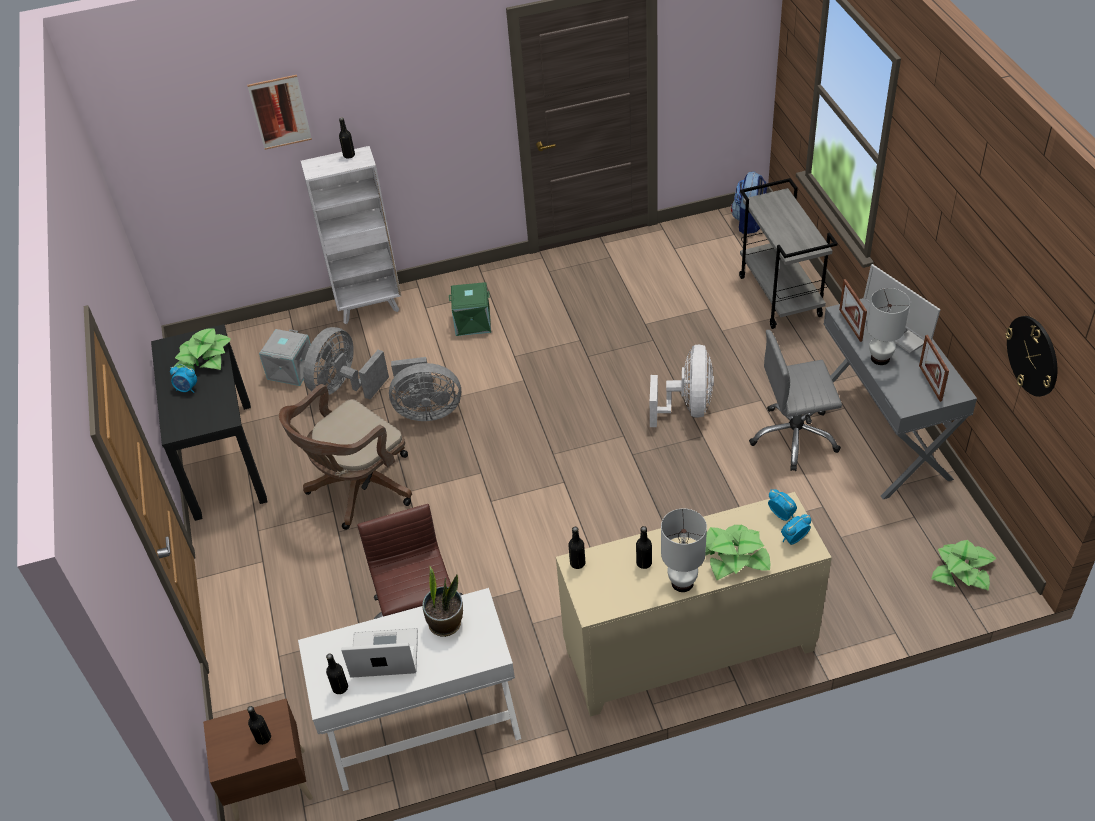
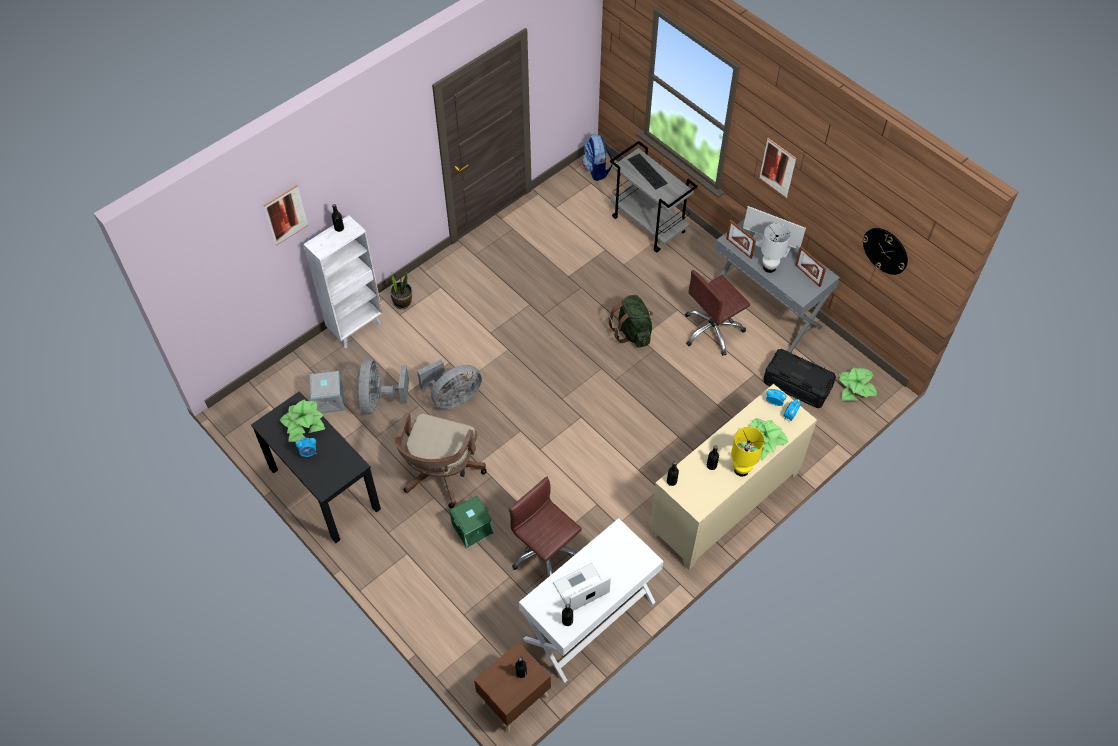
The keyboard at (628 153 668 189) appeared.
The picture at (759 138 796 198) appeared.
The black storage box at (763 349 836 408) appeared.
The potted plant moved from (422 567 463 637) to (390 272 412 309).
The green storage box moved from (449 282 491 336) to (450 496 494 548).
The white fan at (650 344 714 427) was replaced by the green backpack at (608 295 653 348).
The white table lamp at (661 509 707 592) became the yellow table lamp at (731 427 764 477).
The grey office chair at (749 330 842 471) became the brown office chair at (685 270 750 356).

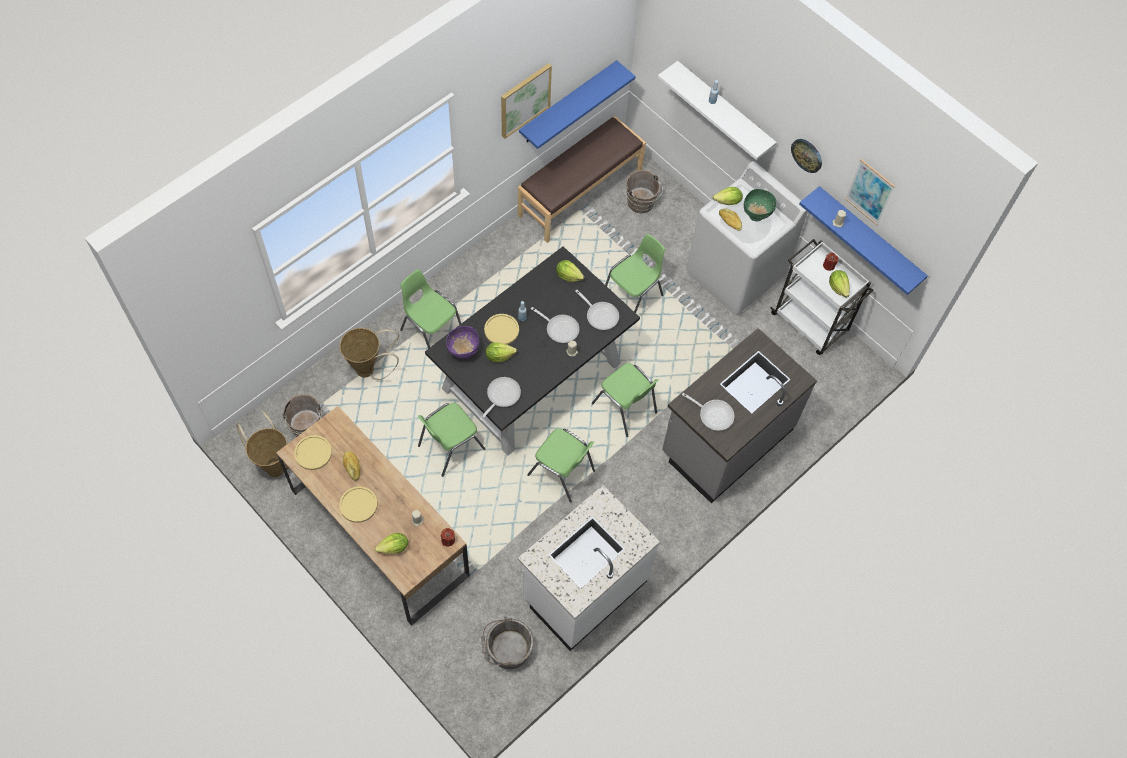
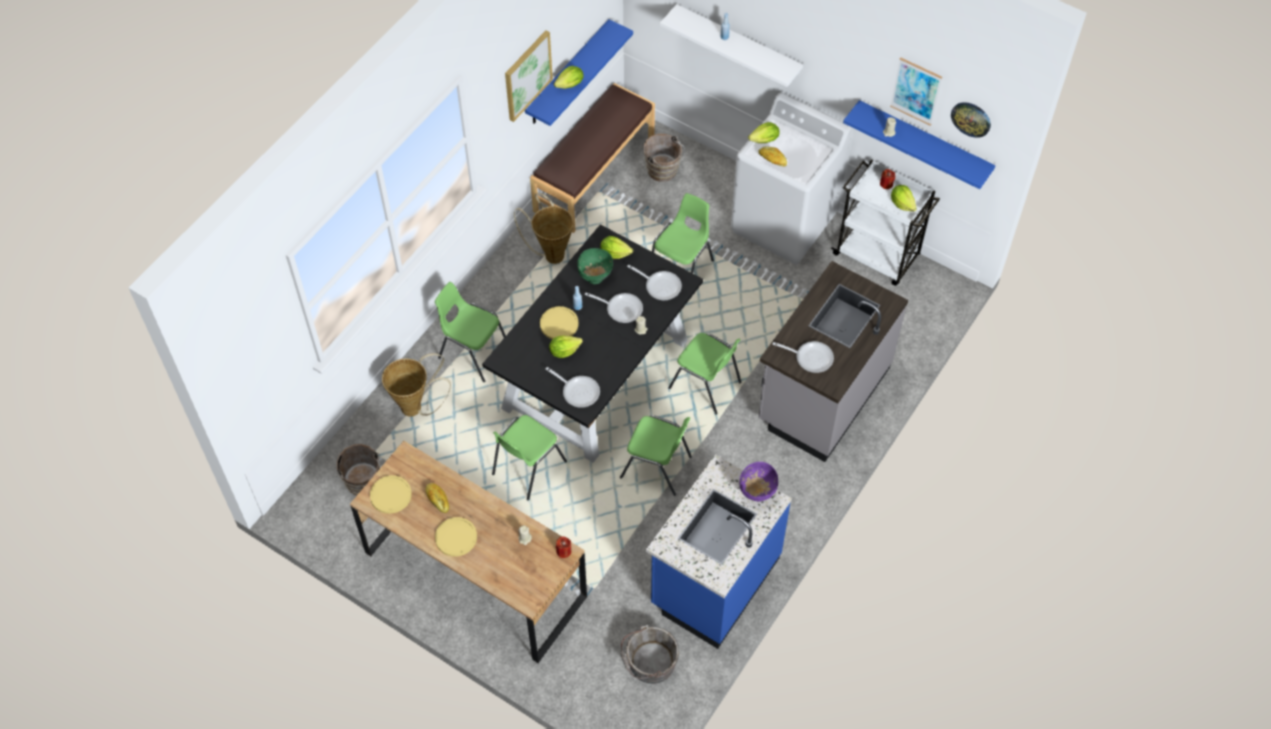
The basket moved from (236 411 287 477) to (514 193 574 264).
The lettuce moved from (375 533 408 554) to (554 66 584 89).
The purple bowl moved from (446 326 480 359) to (739 462 778 501).
The green bowl moved from (744 189 776 221) to (577 248 613 284).
The wall clock moved from (791 139 822 173) to (951 102 991 138).
The white counter at (518 485 660 651) became the blue counter at (646 455 792 649).
The frying pan at (480 377 521 421) turned 105 degrees clockwise.

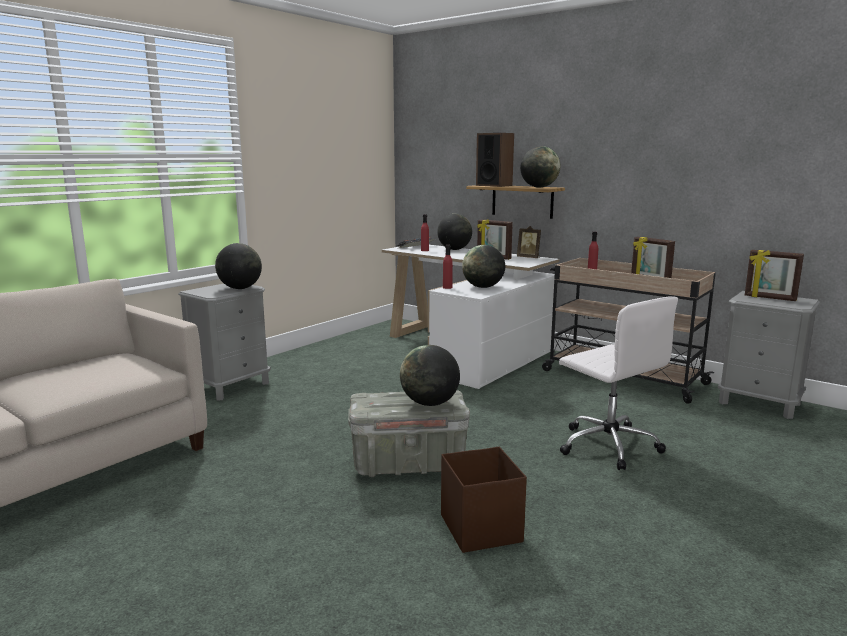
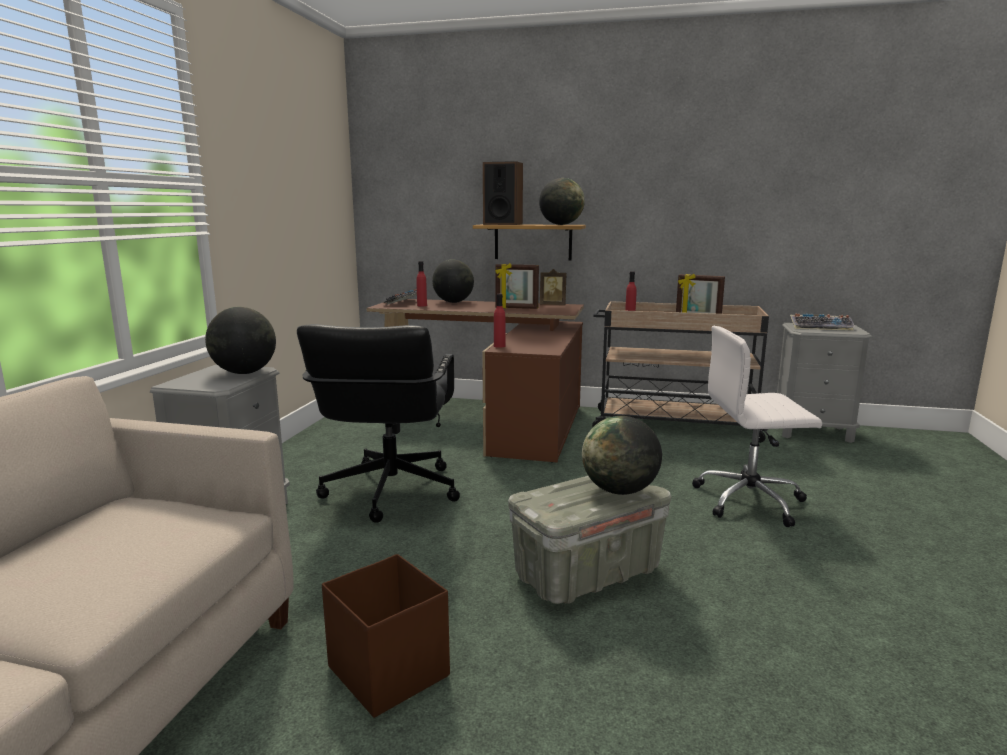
The globe at (462 245 505 288) disappeared.
The black office chair at (297 324 460 523) appeared.
The brown storage box moved from (441 447 527 553) to (322 554 450 718).
The picture frame at (745 250 804 301) was replaced by the keyboard at (790 313 855 331).
The white desk at (382 245 559 389) became the brown desk at (367 299 584 462).
The white office chair at (559 297 678 470) turned 150 degrees clockwise.

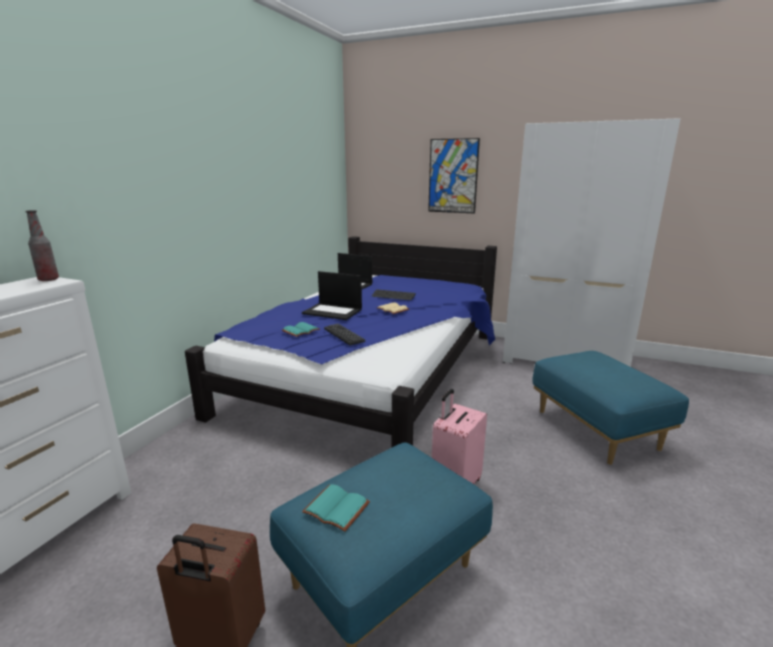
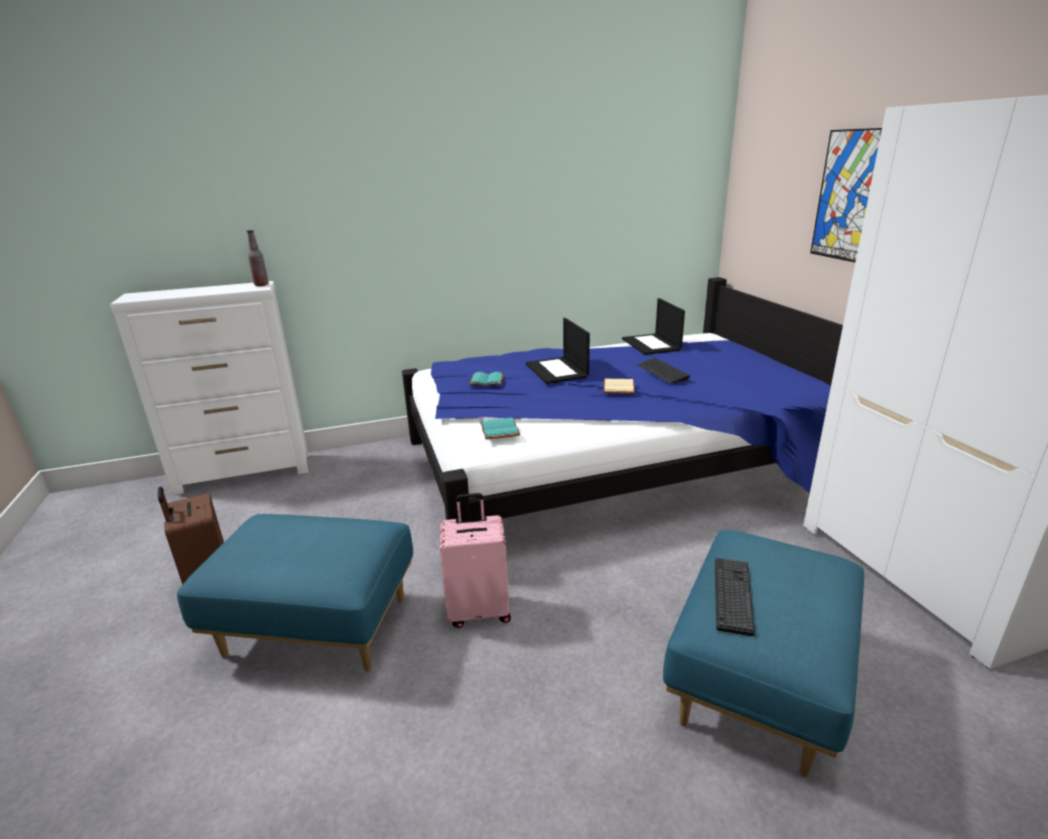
The turquoise book moved from (302 484 370 532) to (480 418 520 439).
The keyboard moved from (324 324 365 345) to (715 558 755 636).

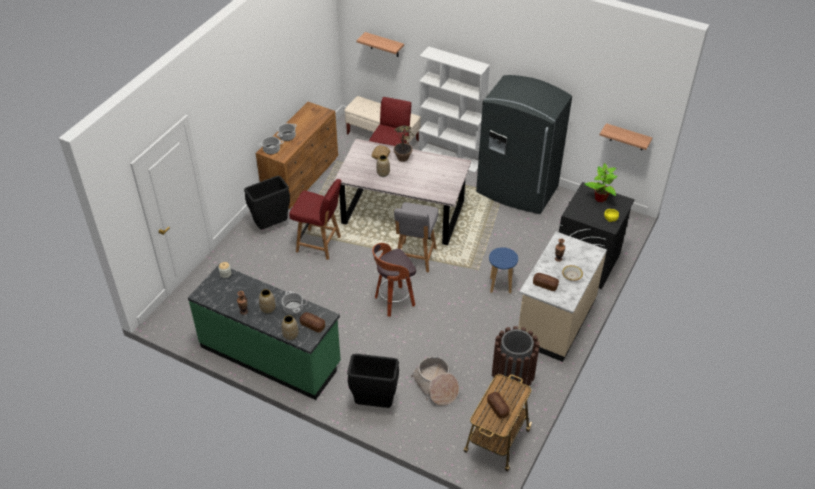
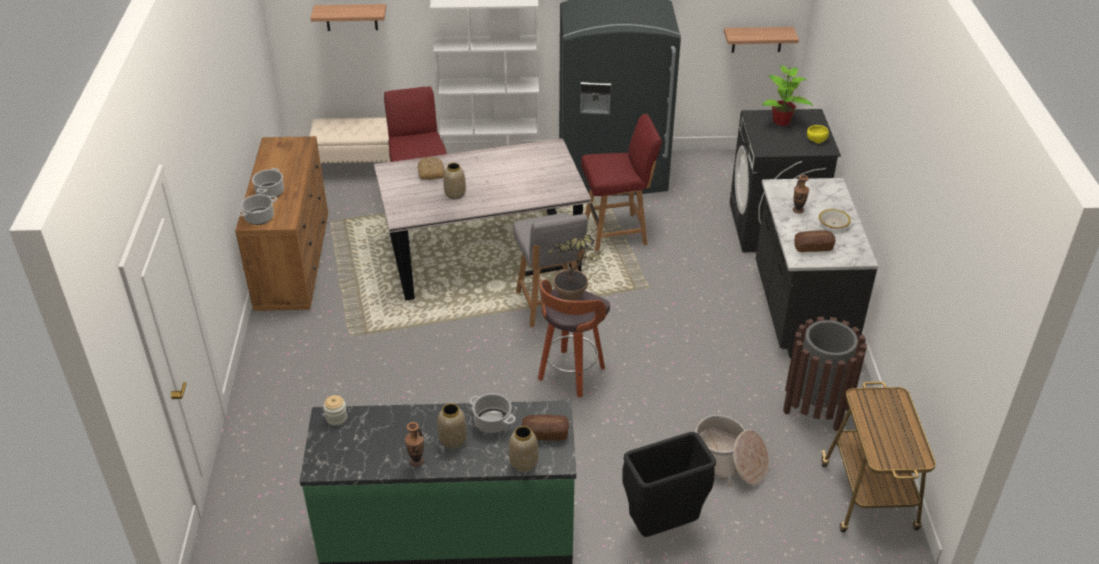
The black trash can at (244 176 290 230) disappeared.
The bread at (487 392 510 419) disappeared.
The blue stool at (489 247 518 294) disappeared.
The red chair moved from (289 179 341 260) to (581 114 662 251).
The potted plant moved from (394 125 414 162) to (548 235 603 301).
The beige counter at (518 232 607 362) became the black counter at (756 178 878 359).

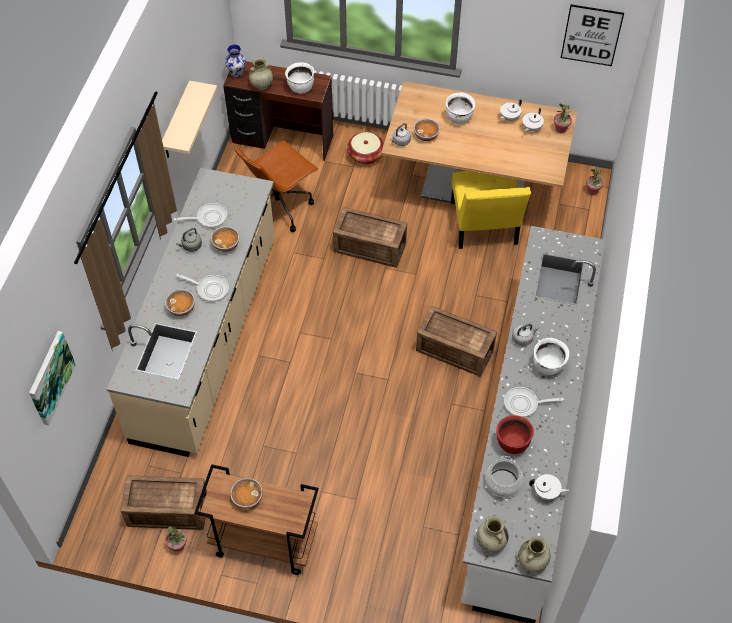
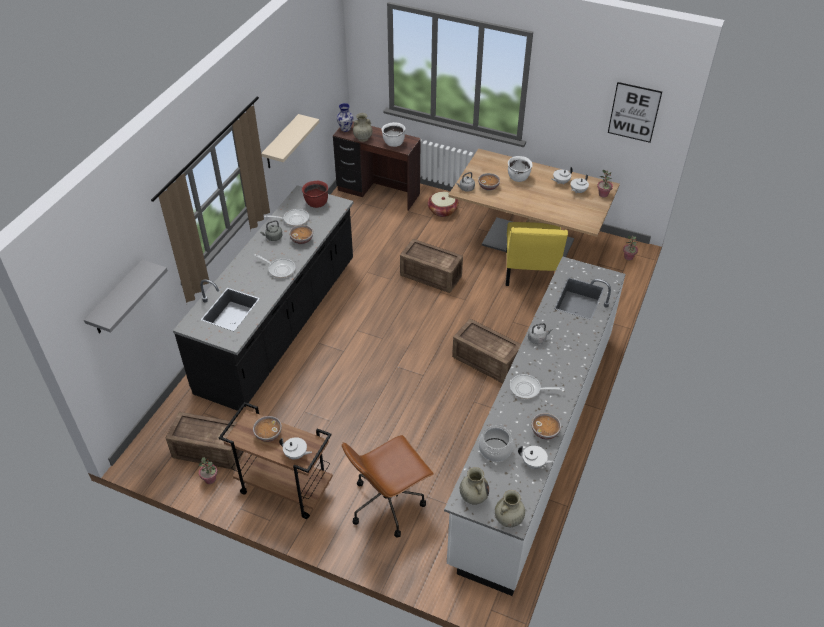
The white cooking pot at (533 338 569 375) disappeared.
The white teapot at (279 437 312 459) appeared.
The bowl moved from (165 289 195 316) to (531 413 561 440).
The brown office chair moved from (234 141 318 232) to (342 435 434 538).
The red cooking pot moved from (496 415 534 454) to (302 181 328 208).
The picture at (29 331 76 426) was replaced by the grey shelf at (84 260 168 334).
The beige counter at (107 168 275 457) became the black counter at (173 185 354 411).

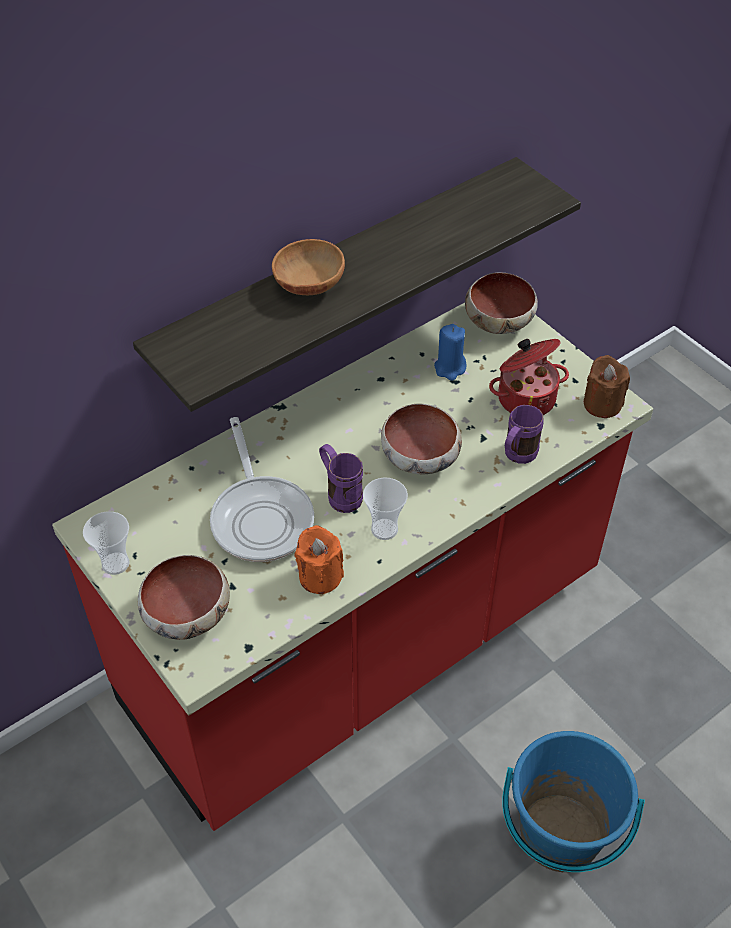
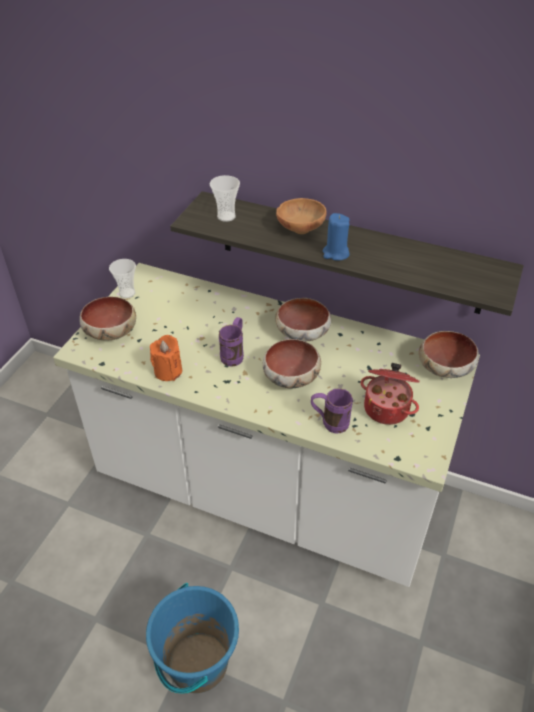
The frying pan at (210 417 314 562) disappeared.
The brown candle at (584 355 630 418) disappeared.
The bowl at (275 298 331 342) appeared.
The cup moved from (363 478 408 540) to (210 175 240 222).
The blue candle moved from (434 324 467 381) to (323 213 350 261).
The red counter at (52 303 653 831) became the white counter at (53 263 480 587).

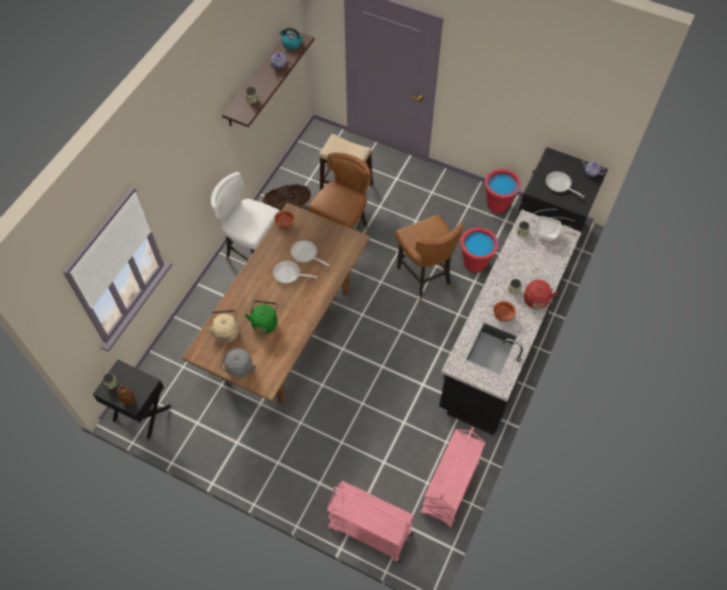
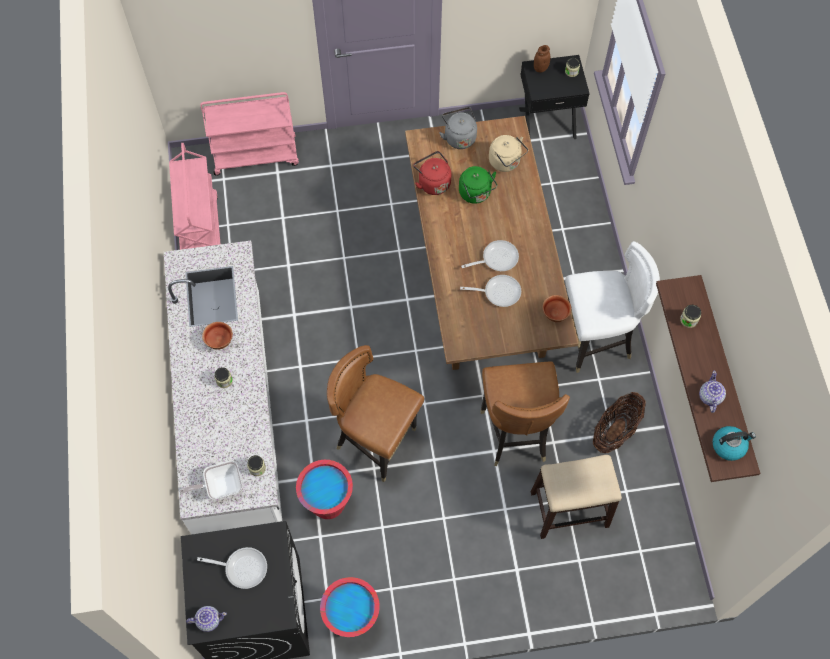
The red kettle moved from (524 280 558 309) to (413 151 451 195).
The black counter at (439 209 581 435) became the white counter at (164 241 282 535).

